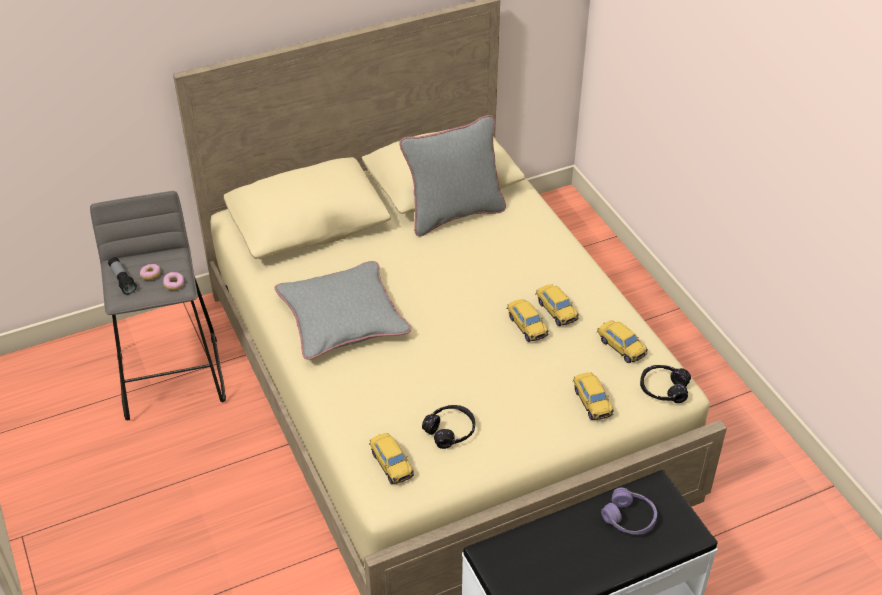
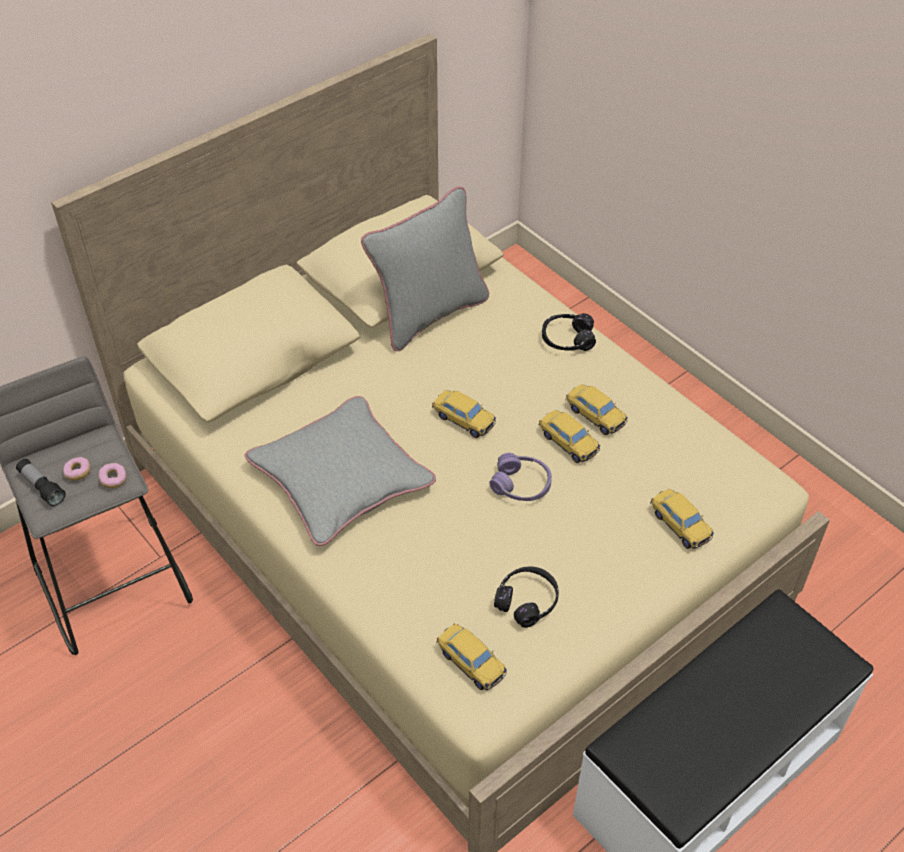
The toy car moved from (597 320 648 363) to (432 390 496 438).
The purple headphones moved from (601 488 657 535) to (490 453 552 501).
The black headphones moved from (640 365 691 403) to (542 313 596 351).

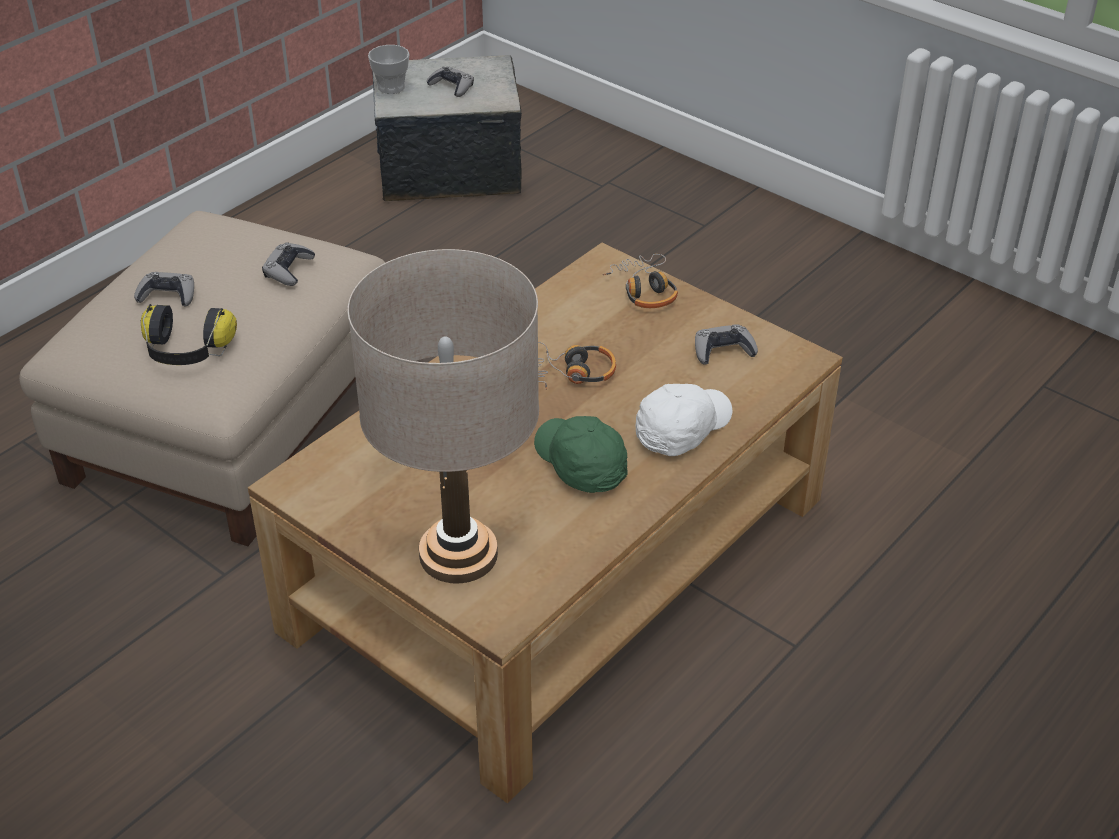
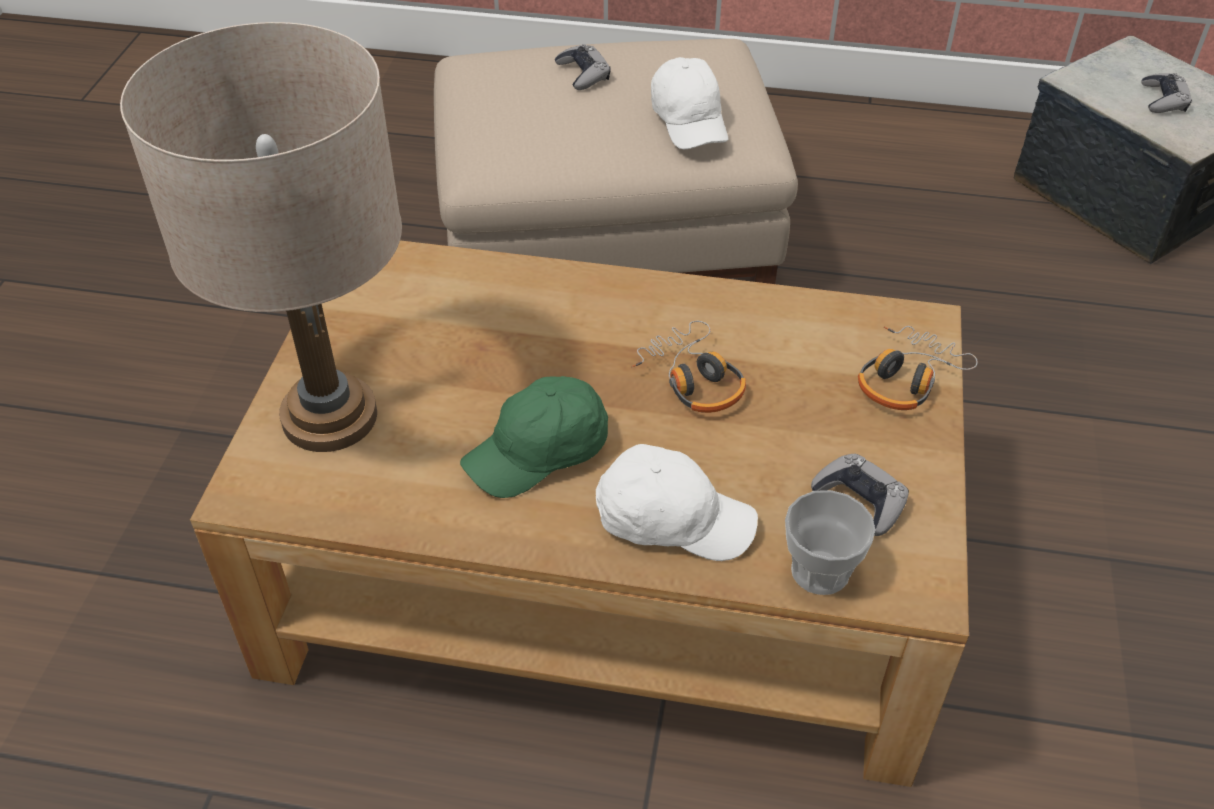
The headphones at (141 304 237 365) disappeared.
The cup moved from (368 45 410 94) to (785 490 876 595).
The grey game controller at (262 242 315 286) was replaced by the white cap at (651 57 728 149).
The green cap at (534 416 628 493) turned 150 degrees counterclockwise.

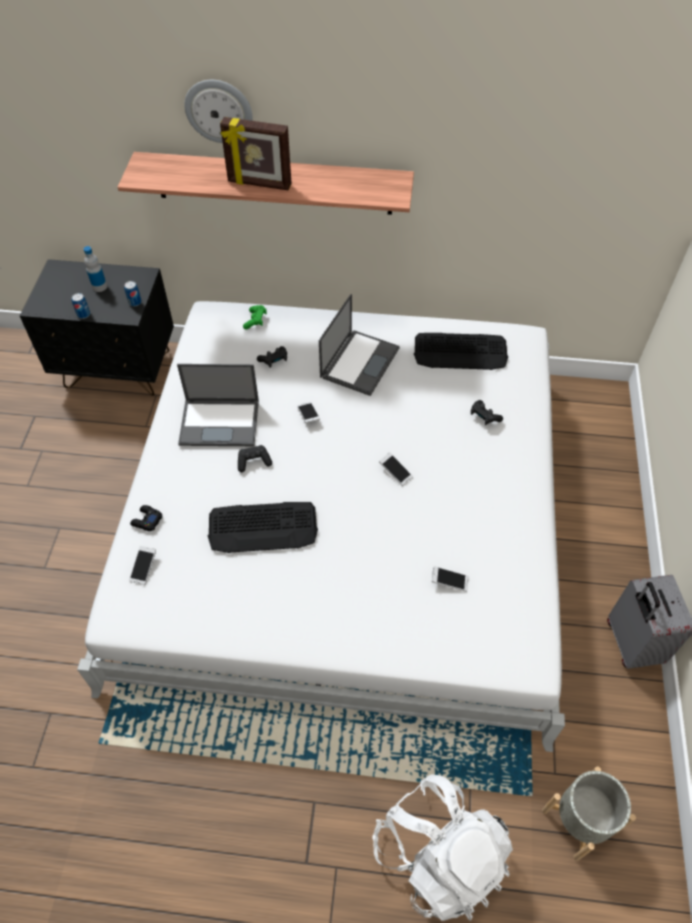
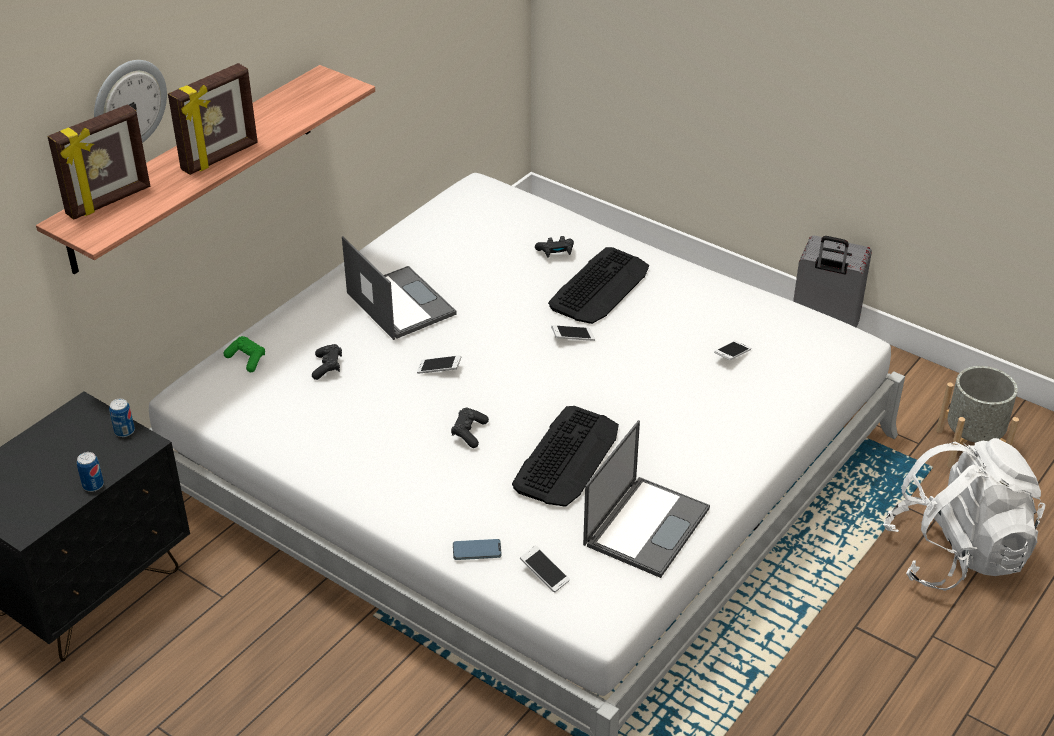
The bottle at (84 246 107 292) disappeared.
The picture frame at (47 104 150 220) appeared.
The laptop moved from (177 364 259 446) to (583 420 710 578).
The keyboard moved from (414 333 508 370) to (548 247 649 324).
The black game controller at (130 505 163 531) was replaced by the phone at (453 539 502 560).

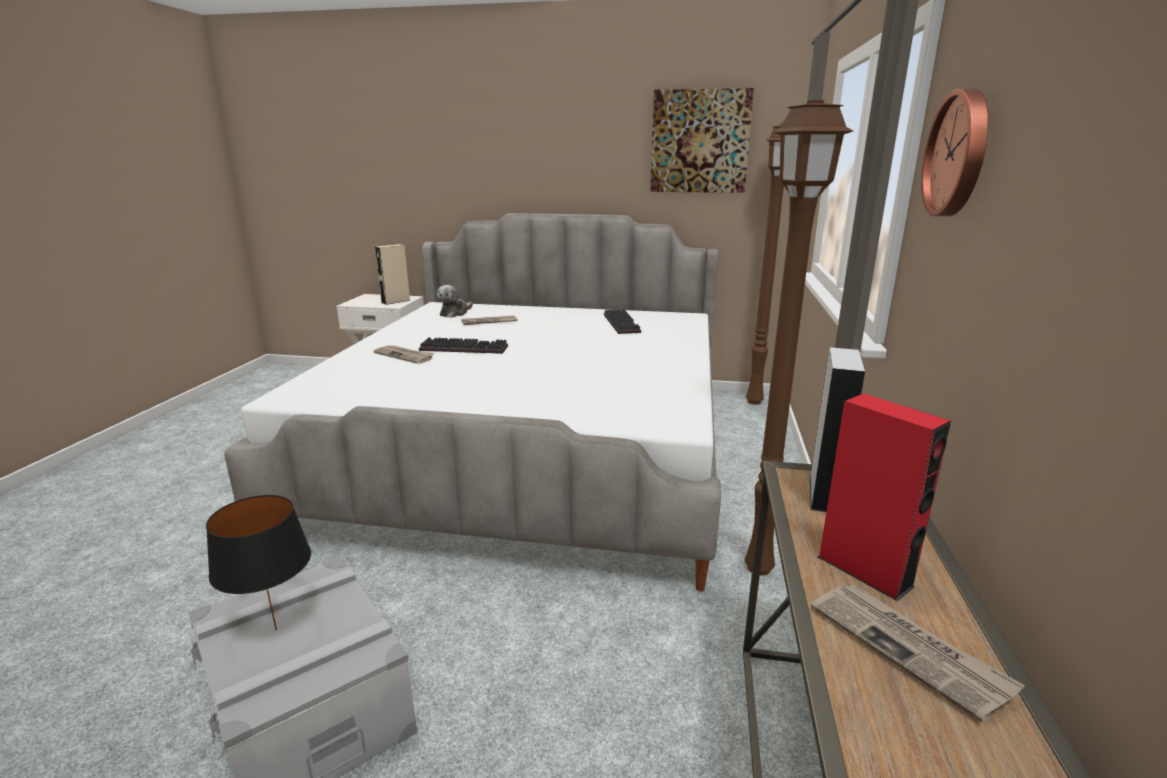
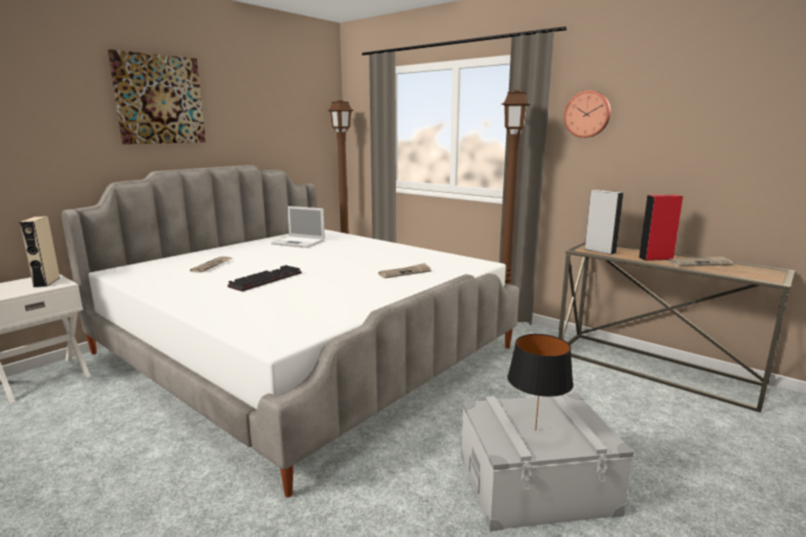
The plush toy at (437 285 473 318) disappeared.
The newspaper moved from (373 345 434 364) to (378 263 431 278).
The picture moved from (650 88 754 193) to (108 49 206 144).
The keyboard at (604 309 641 334) was replaced by the laptop at (271 206 325 248).

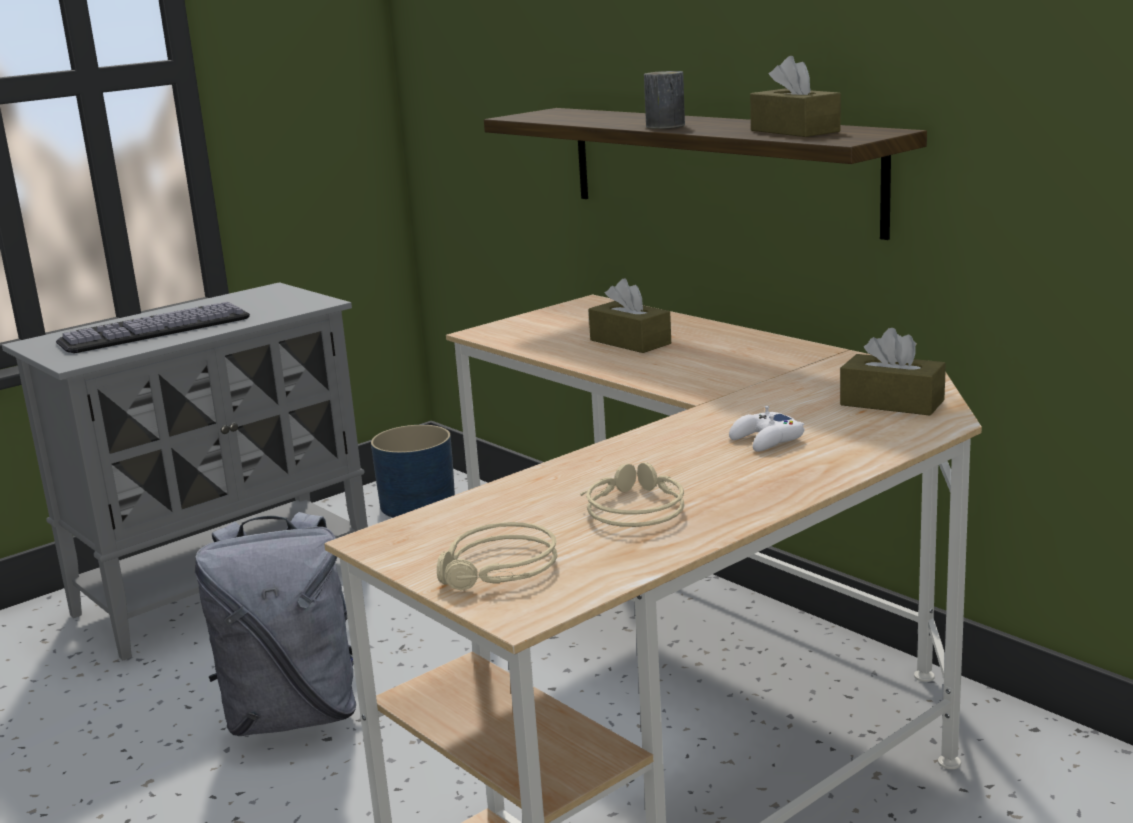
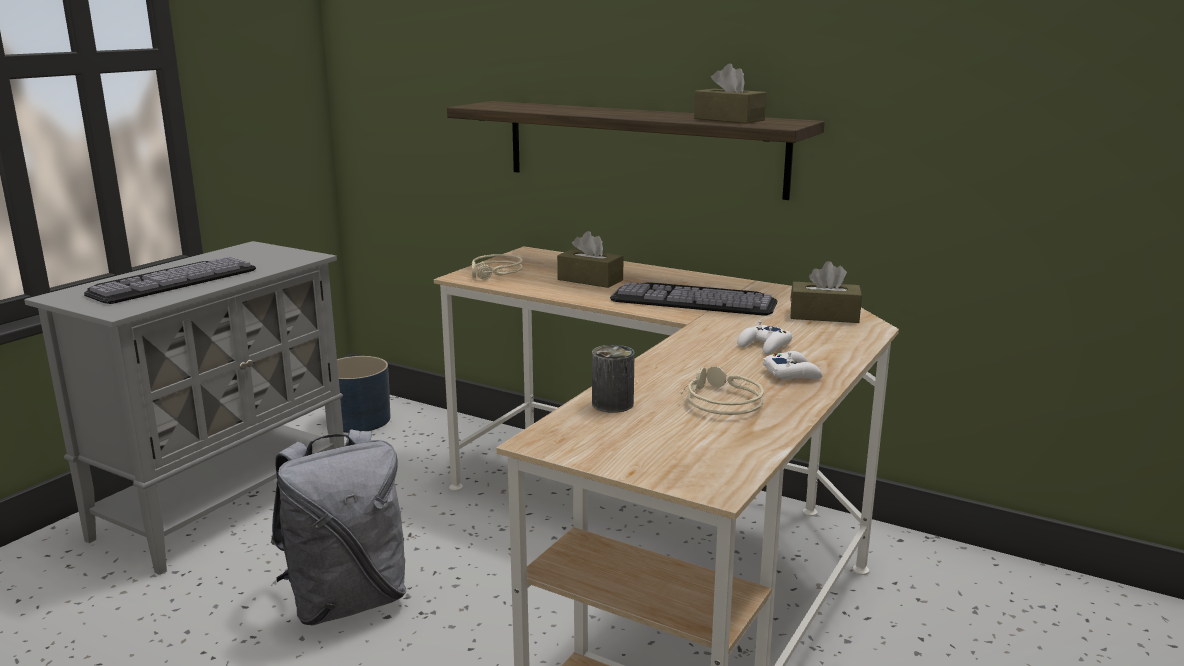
The keyboard at (610 282 777 316) appeared.
The white game controller at (763 351 822 379) appeared.
The beige headphones moved from (437 522 557 591) to (472 254 523 280).
The can moved from (644 71 685 129) to (592 345 635 413).

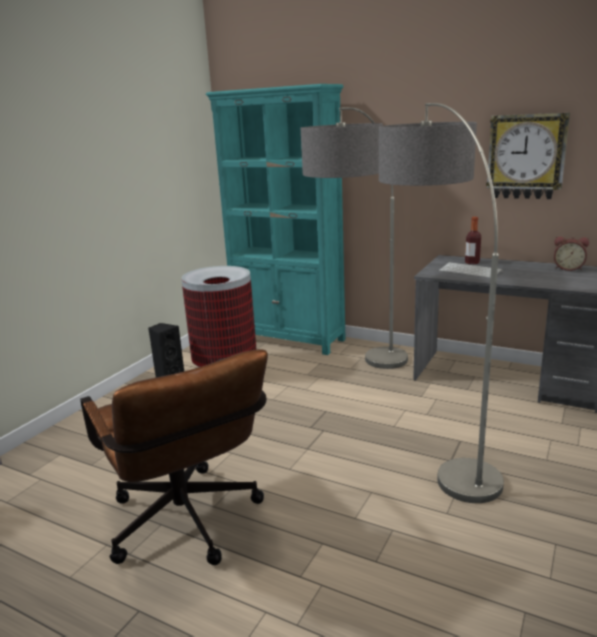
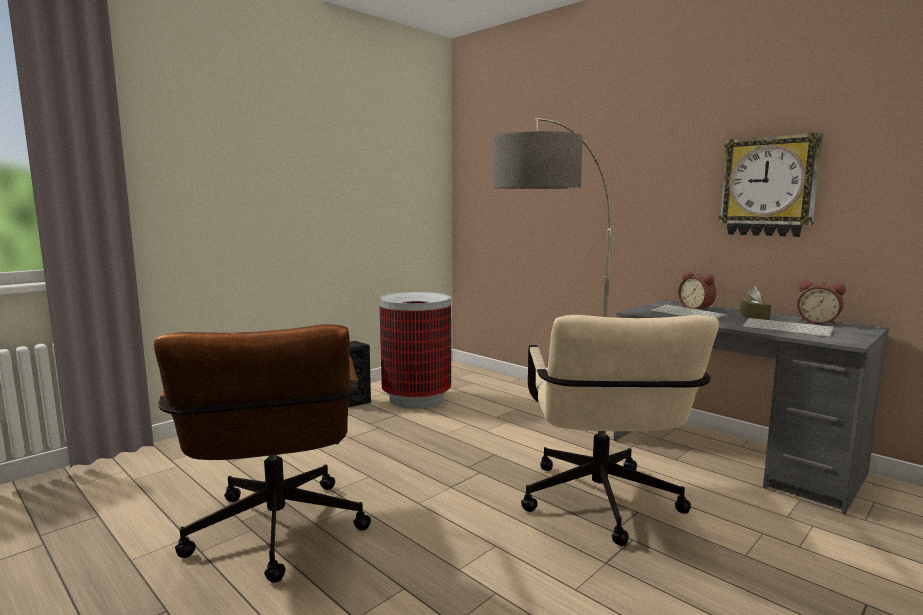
The turquoise bookcase at (206 84 346 355) disappeared.
The brown tissue box at (740 286 771 320) appeared.
The keyboard at (742 318 833 337) appeared.
The floor lamp at (379 103 504 503) was replaced by the beige office chair at (521 315 719 546).
The bottle at (465 217 481 264) was replaced by the alarm clock at (678 271 716 311).

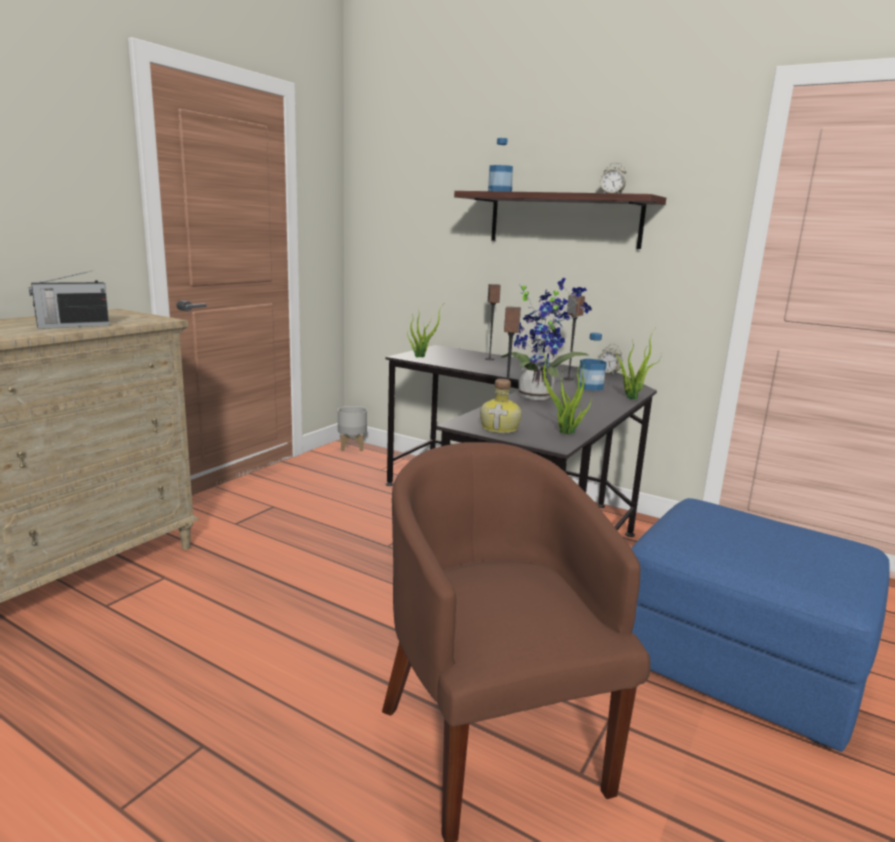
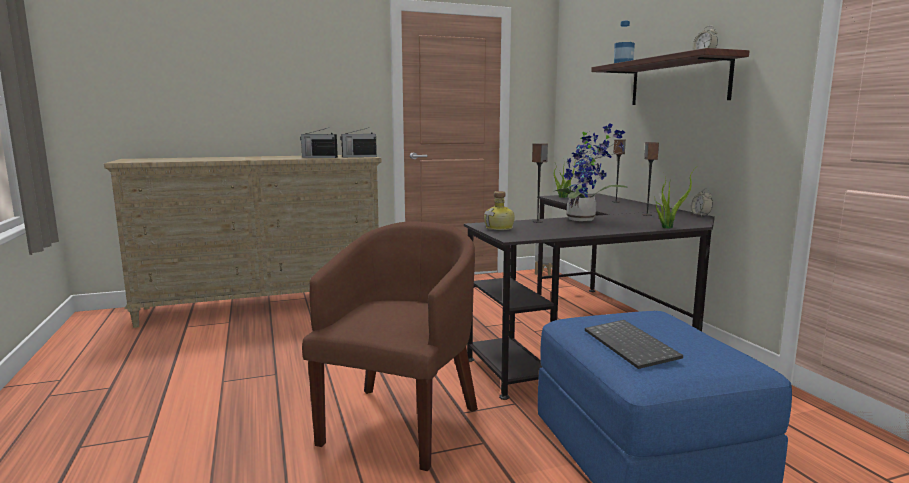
The potted plant at (540 348 593 434) disappeared.
The bottle at (579 333 607 391) disappeared.
The radio at (340 127 377 157) appeared.
The keyboard at (585 320 683 369) appeared.

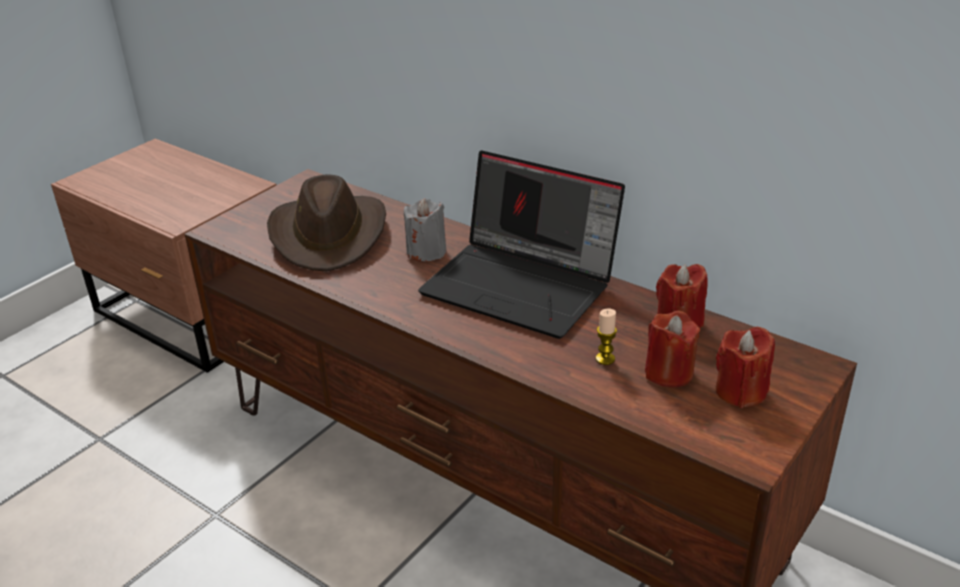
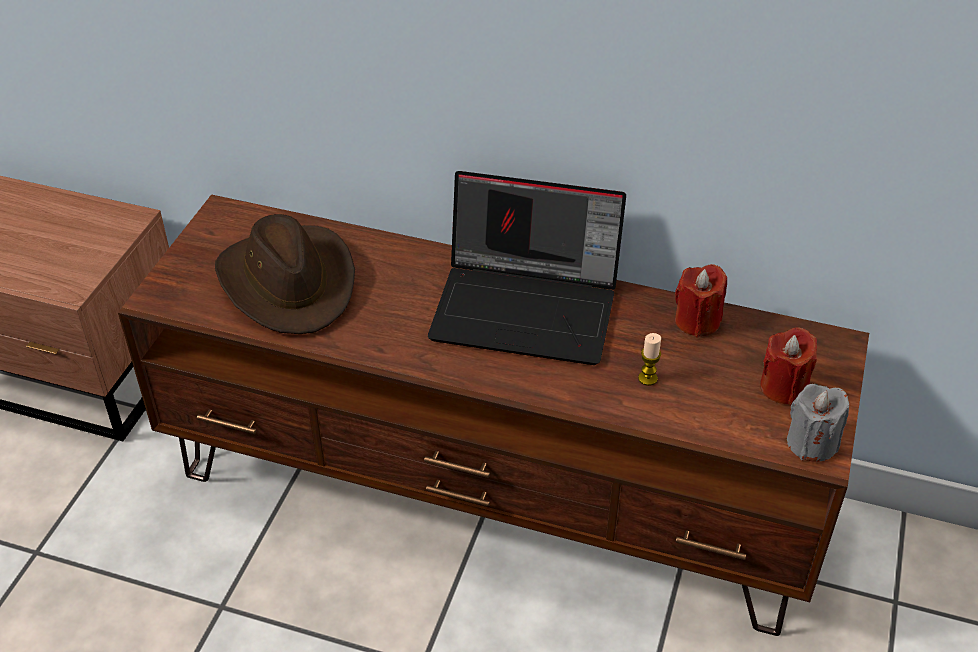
The red candle at (645 311 700 388) disappeared.
The grey candle moved from (404 198 446 261) to (787 384 849 462).

